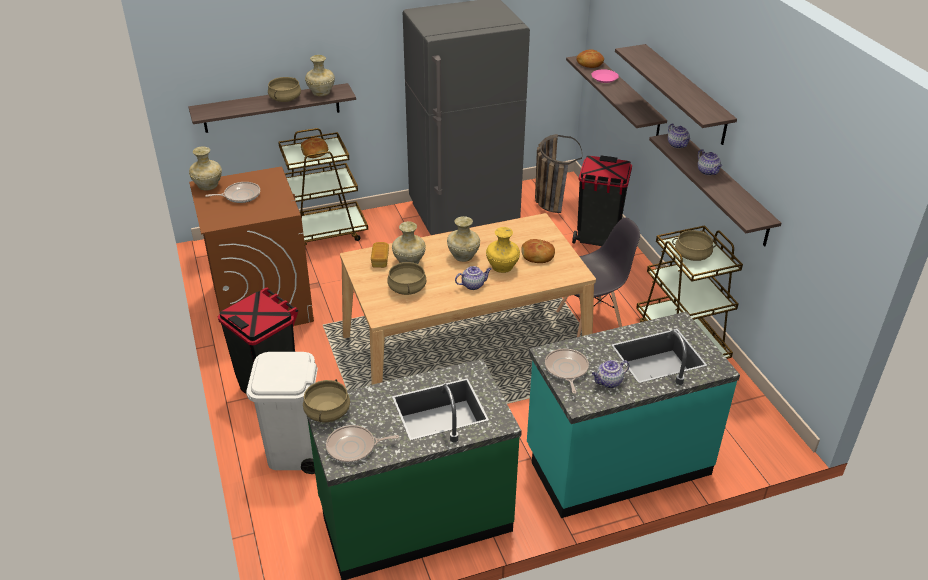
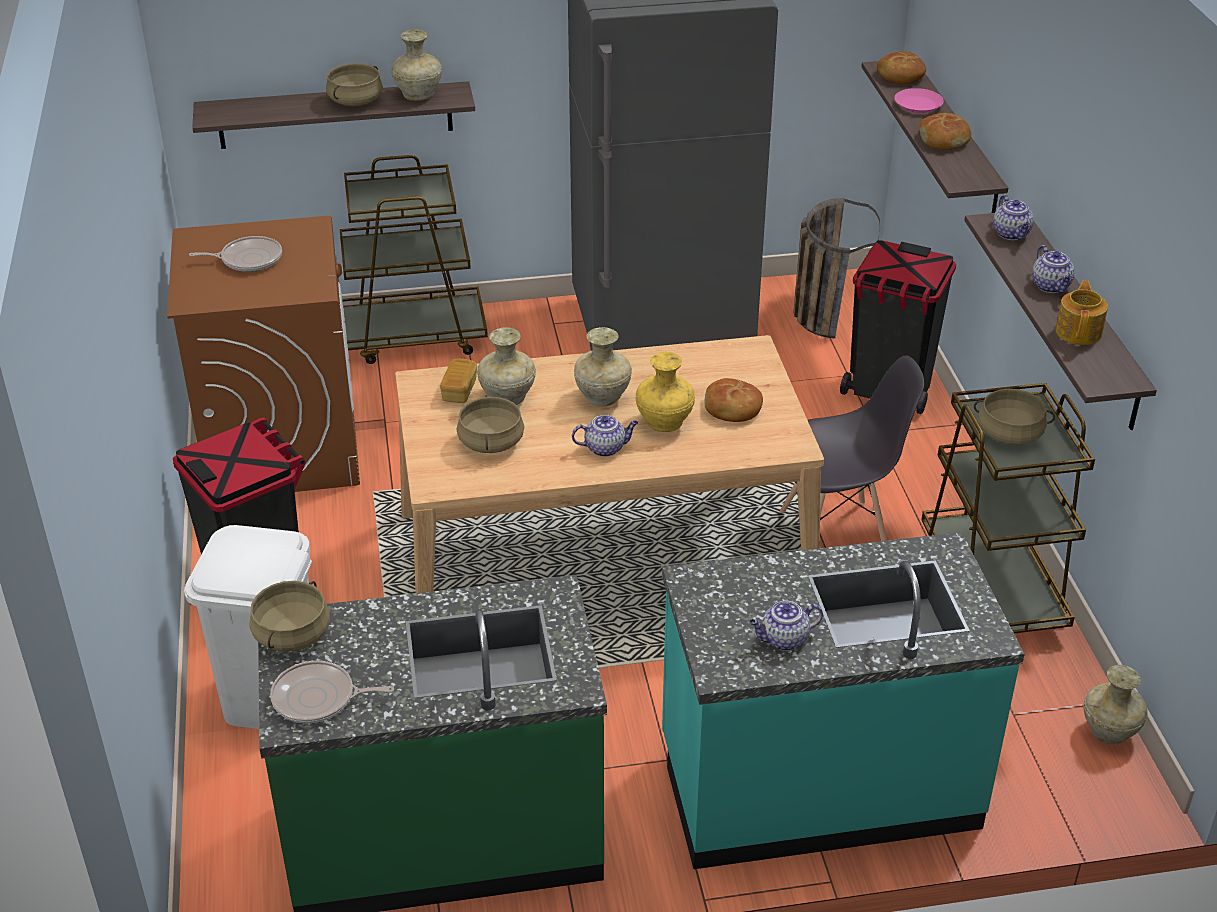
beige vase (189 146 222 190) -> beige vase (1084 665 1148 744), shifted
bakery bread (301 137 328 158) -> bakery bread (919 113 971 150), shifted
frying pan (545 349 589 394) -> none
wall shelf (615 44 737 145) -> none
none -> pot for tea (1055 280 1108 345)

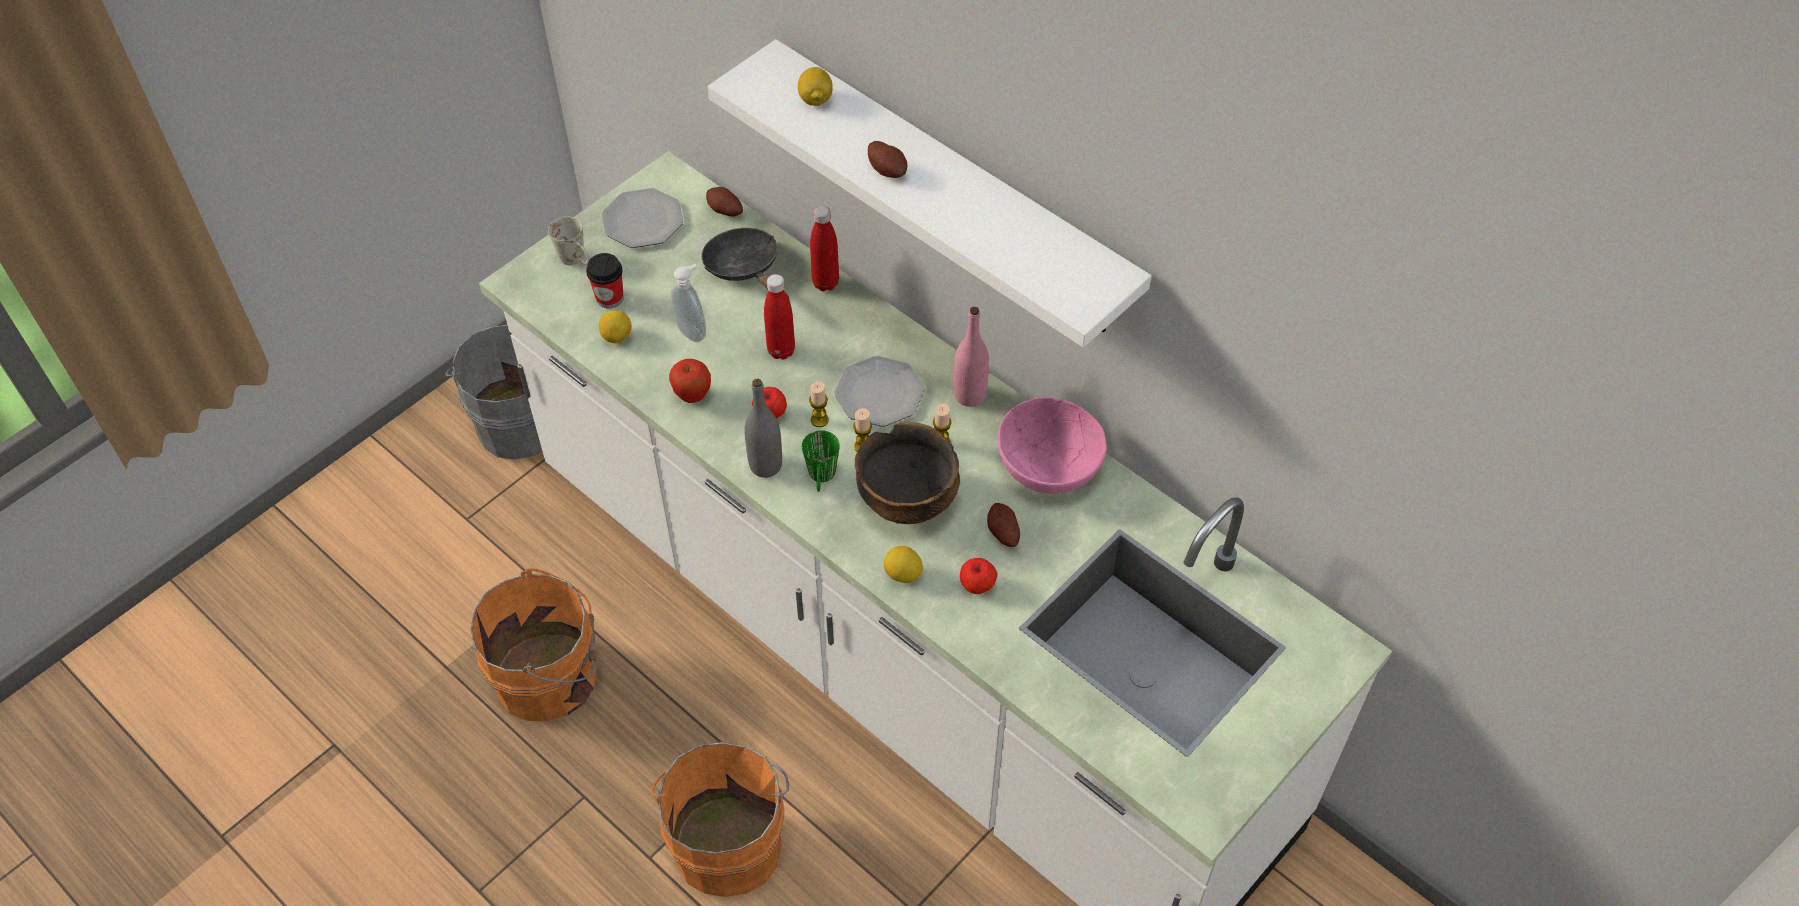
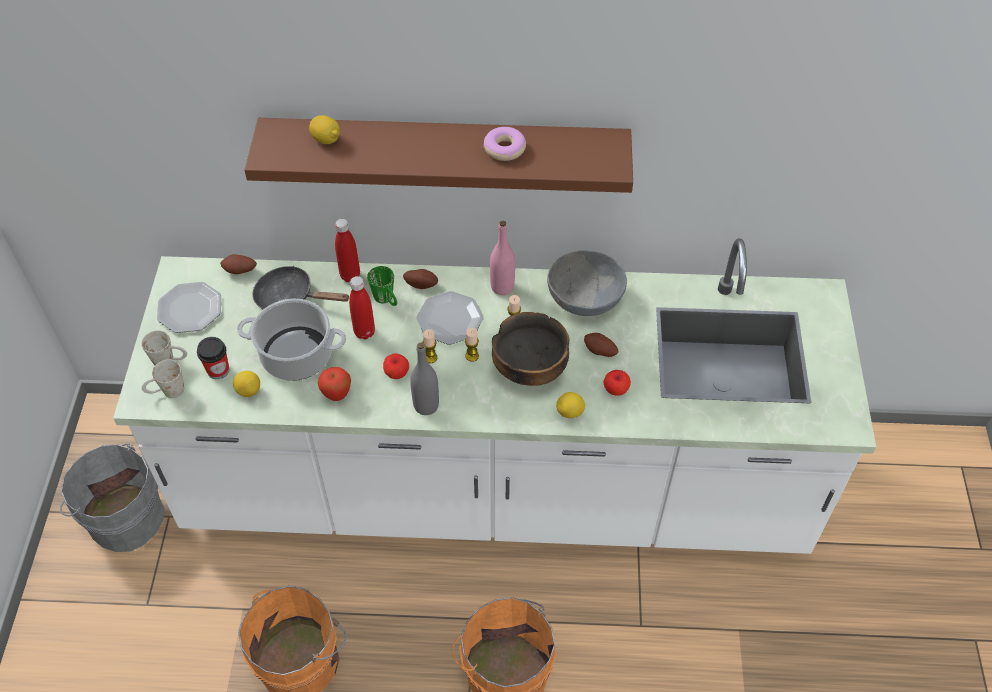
liquid soap bottle (671 264 706 342) -> saucepot (237 299 346 381)
whitish wall shelf (708 39 1152 348) -> brown-coloured wall shelf (245 118 633 193)
green-coloured coffee mug (802 430 840 492) -> green-coloured coffee mug (367 266 397 306), shifted
spud (868 141 907 178) -> spud (403 269 438 289), shifted
pinkish serving bowl (998 397 1107 494) -> grey serving bowl (547 250 627 316)
none -> whitish coffee mug (142 359 184 398)
none -> doughnut (484 127 526 161)

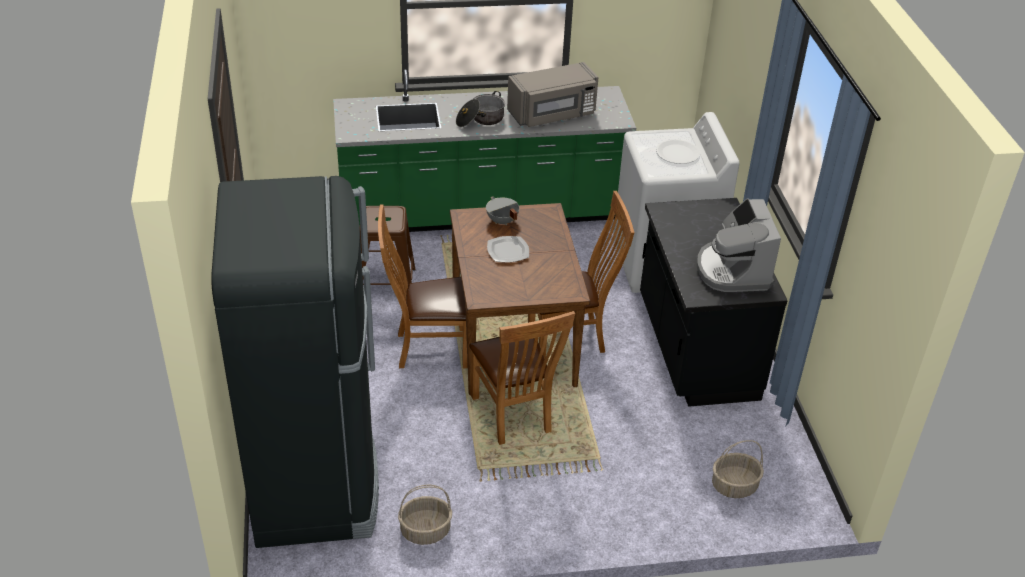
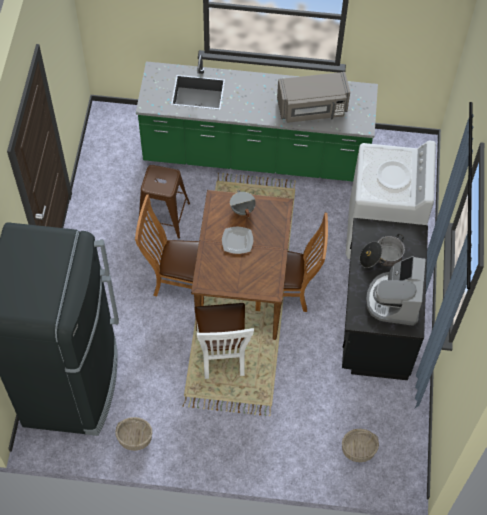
saucepot (456 91 505 127) -> saucepot (360 234 405 268), shifted
brown-coloured upright chair (469 311 575 445) -> whitish upright chair (194 303 254 379)

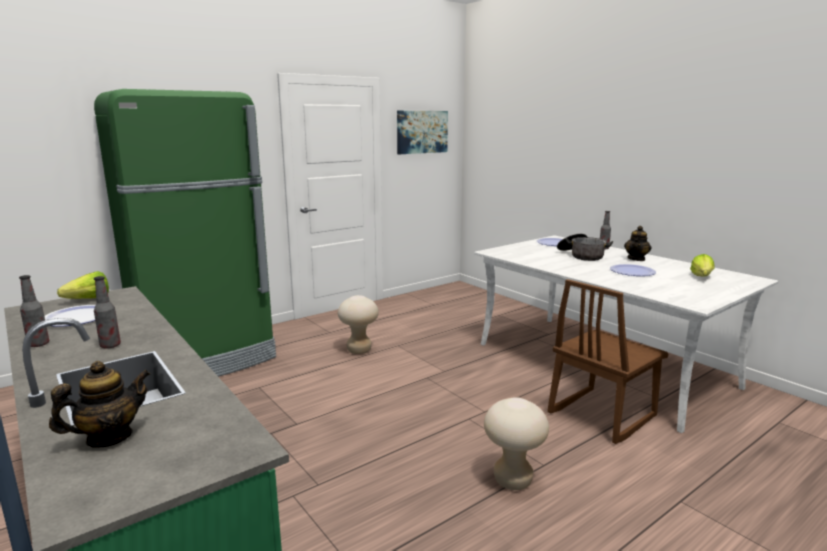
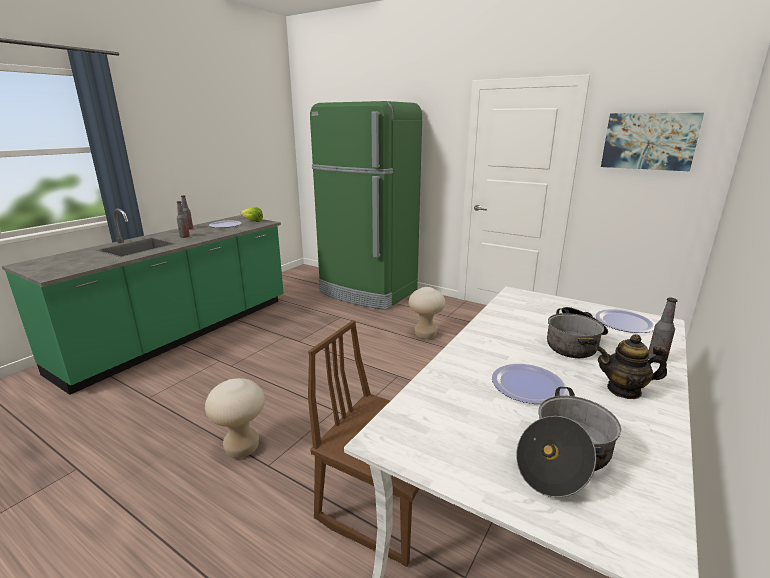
pot for tea (49 361 150 447) -> none
lettuce head (690 254 715 276) -> saucepot (516 387 621 498)

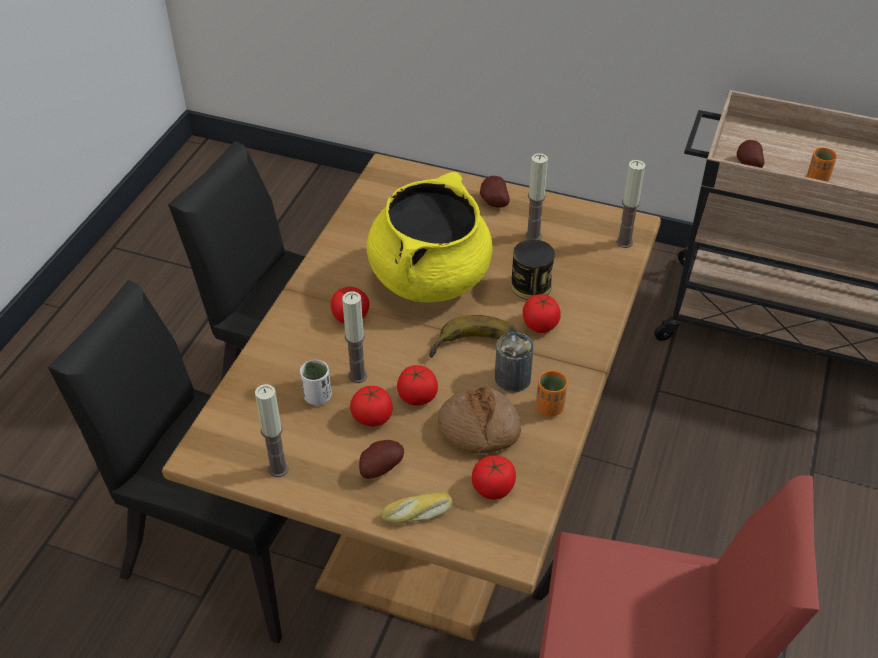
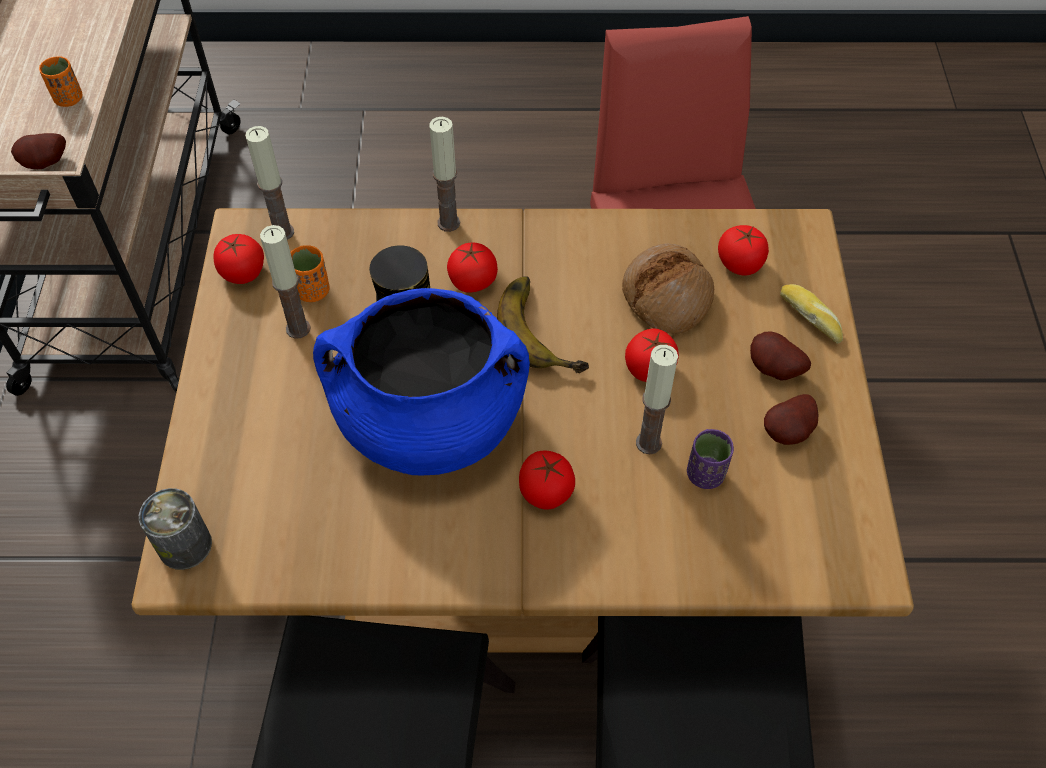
wax light (255 384 289 477) -> wax light (430 117 460 232), shifted
whitish small cup (300 360 332 405) -> purplish small cup (687 429 734 489)
whole tomato (350 386 393 426) -> whole tomato (213 234 264 284), shifted
yellowish saucepot (366 172 492 303) -> blue-coloured saucepot (313 288 530 475)
spud (480 176 510 208) -> spud (764 394 818 445), shifted
metal can (495 332 534 393) -> metal can (139 488 212 570), shifted
orangey small cup (536 370 568 417) -> orangey small cup (290 245 330 302), shifted

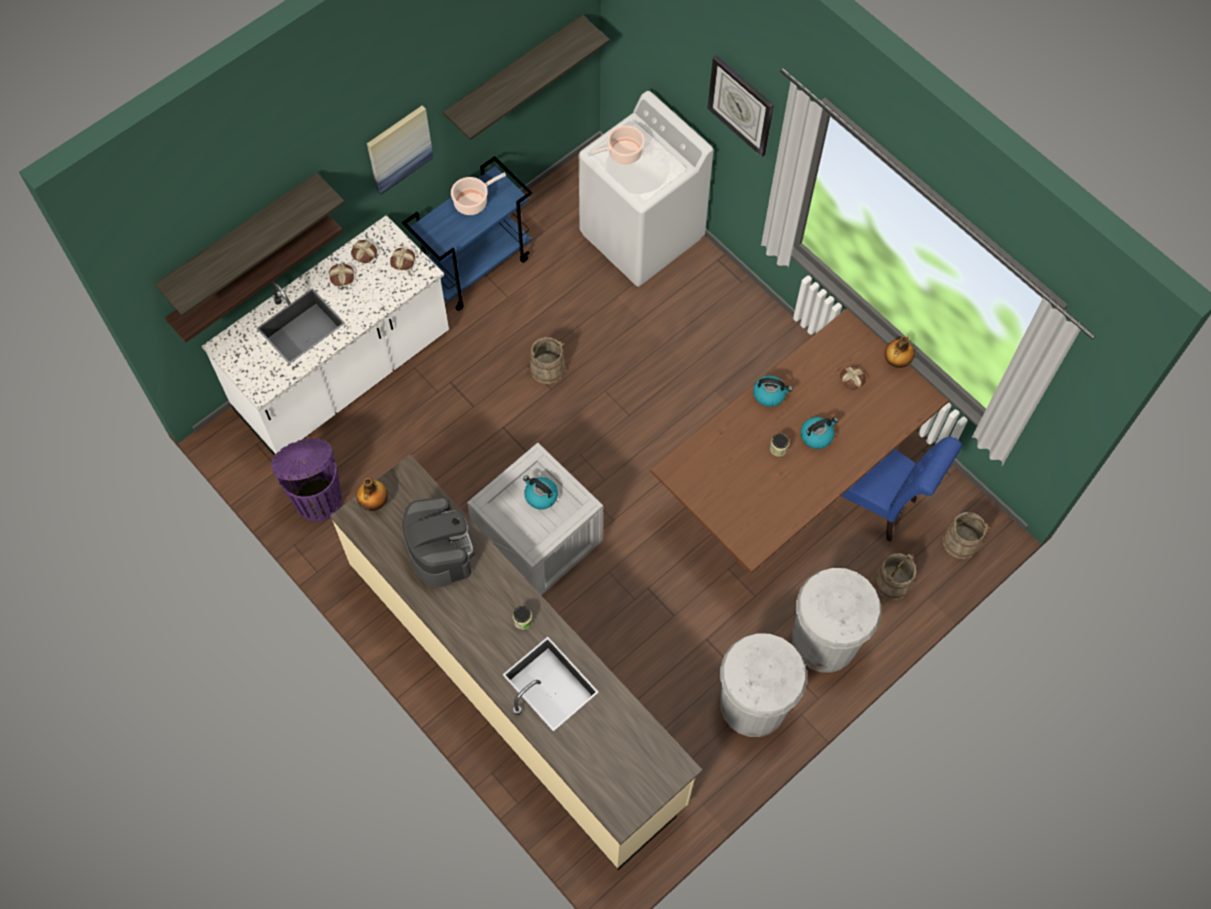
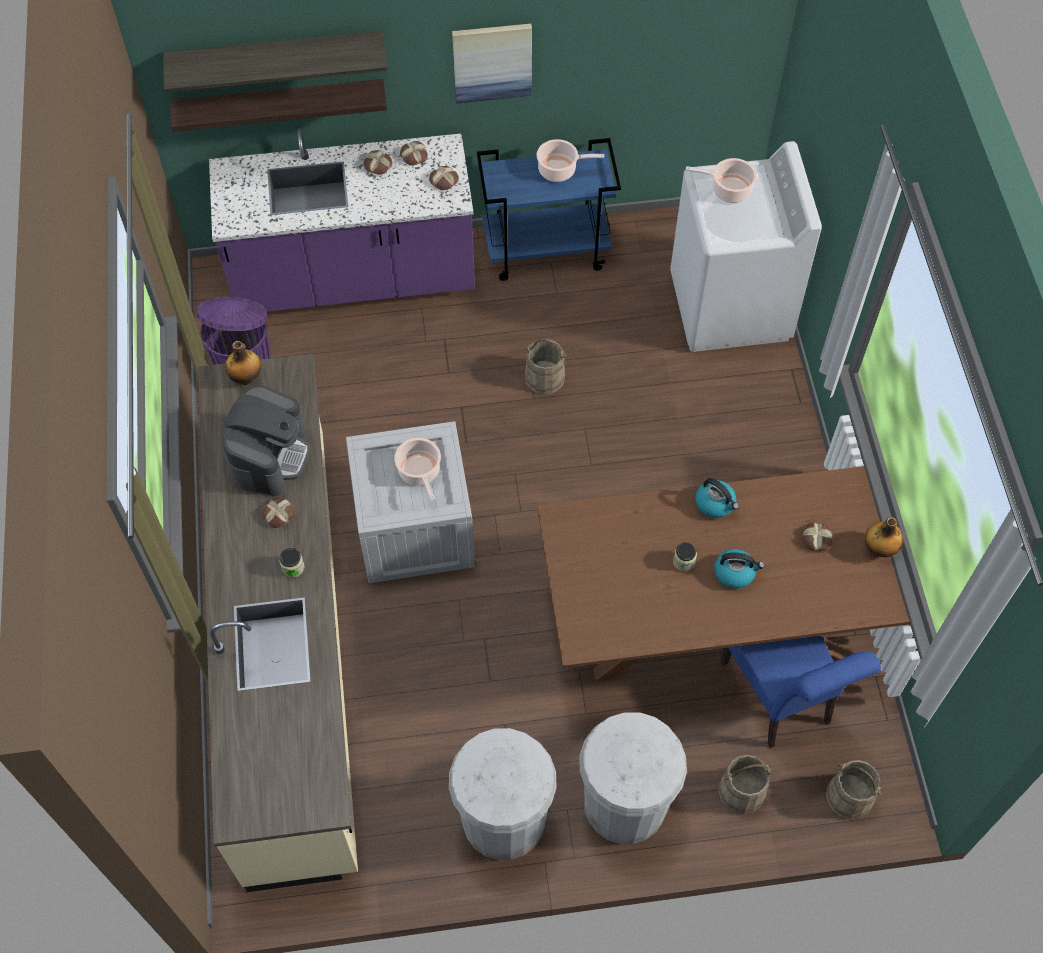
whitish kitchen base unit (202 215 449 455) -> purplish kitchen base unit (209 128 475 312)
wall shelf (443 15 610 140) -> none
kettle (523 475 558 509) -> saucepot (394 438 441 501)
wall clock (707 55 774 157) -> none
none -> bakery bread (262 497 296 528)

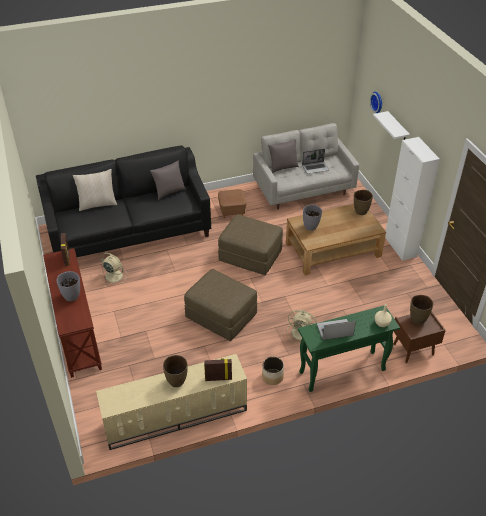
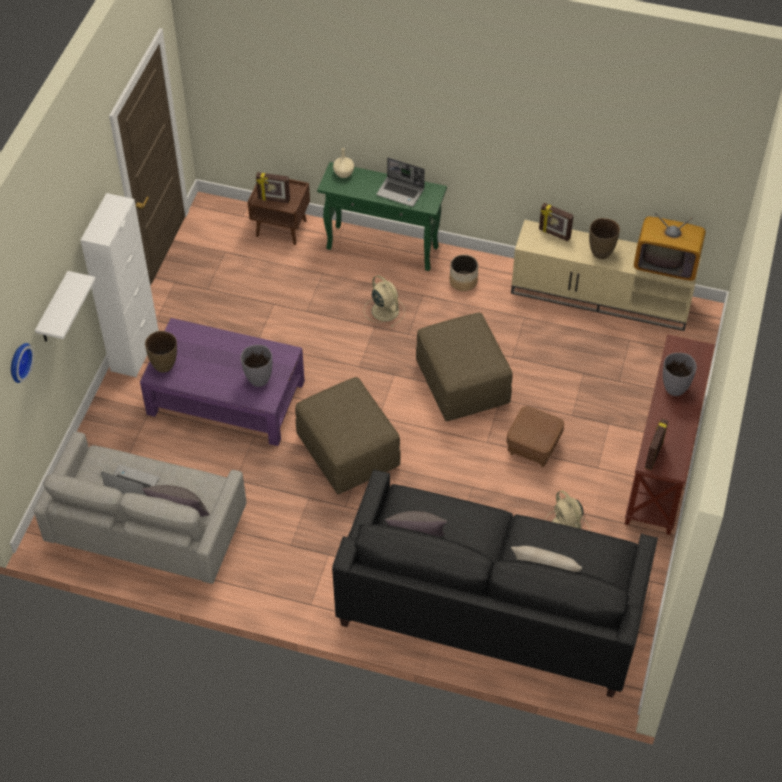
brown-coloured pouffe (218 189 246 218) -> brown-coloured pouffe (506 406 564 467), shifted
brown-coloured low table (286 204 386 275) -> purplish low table (140 318 305 446)
brown-coloured vase (410 295 433 324) -> standing frame (256 172 290 203)
none -> television (634 213 706 281)

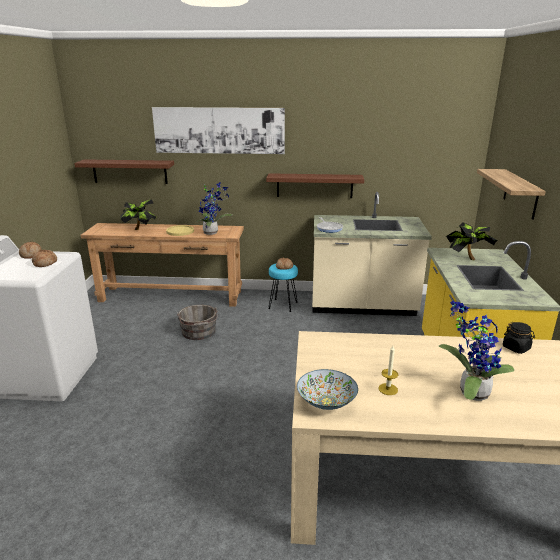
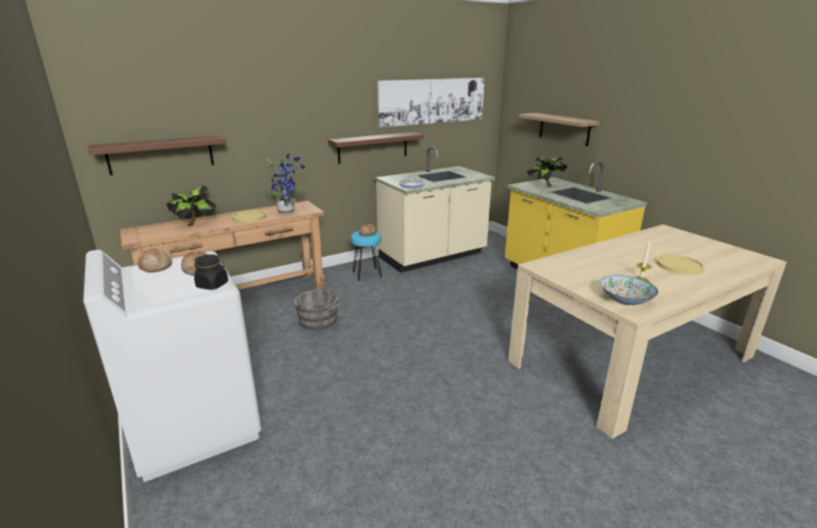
wall picture (152 107 285 154) -> wall picture (377 78 485 127), shifted
potted plant (439 300 514 401) -> yellowish plate (656 254 705 275)
black storage jar (503 322 535 354) -> black storage jar (194 254 228 290), shifted

